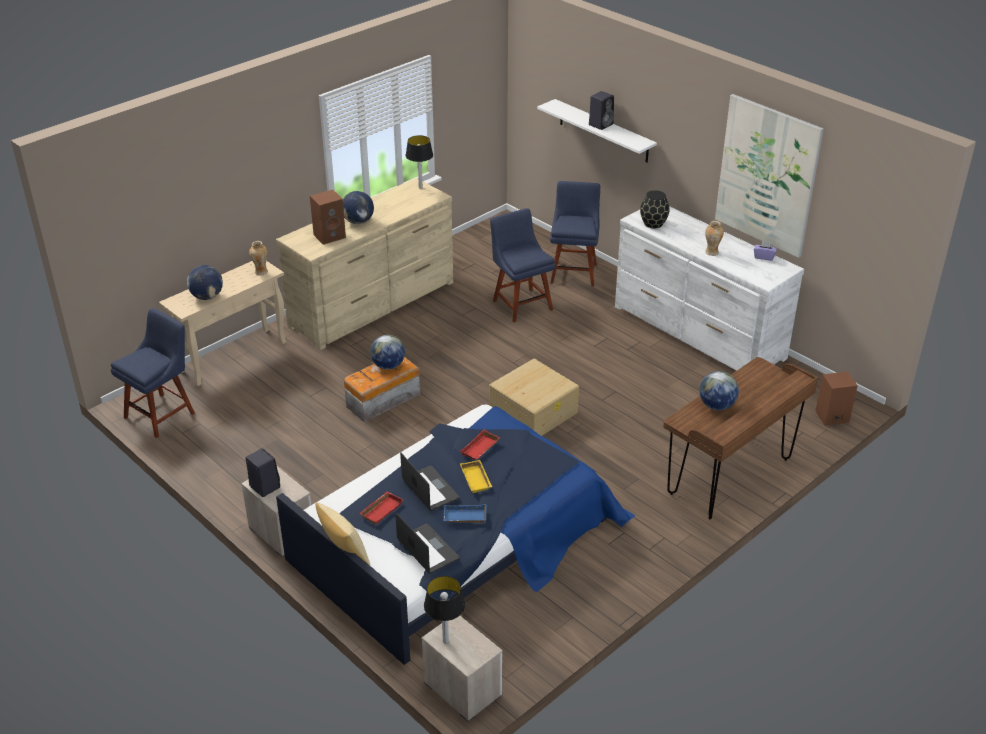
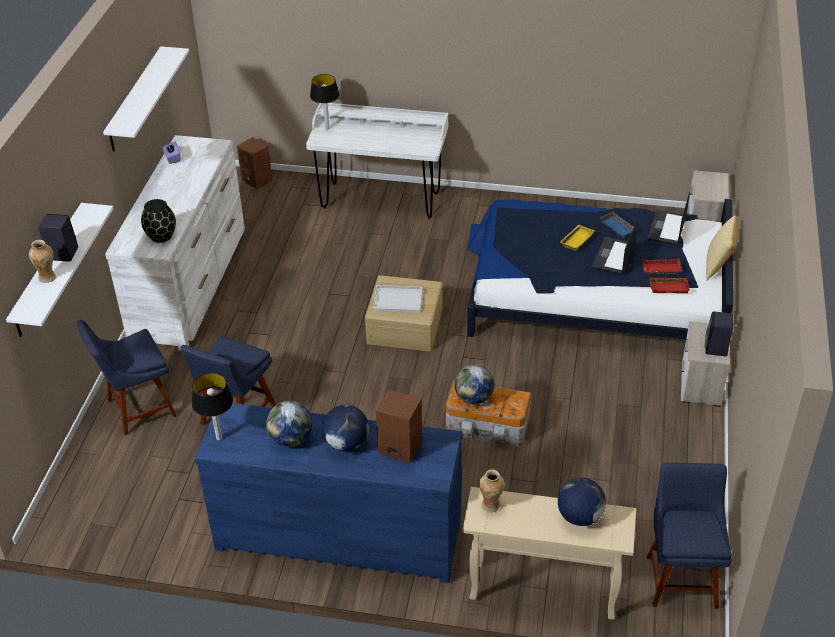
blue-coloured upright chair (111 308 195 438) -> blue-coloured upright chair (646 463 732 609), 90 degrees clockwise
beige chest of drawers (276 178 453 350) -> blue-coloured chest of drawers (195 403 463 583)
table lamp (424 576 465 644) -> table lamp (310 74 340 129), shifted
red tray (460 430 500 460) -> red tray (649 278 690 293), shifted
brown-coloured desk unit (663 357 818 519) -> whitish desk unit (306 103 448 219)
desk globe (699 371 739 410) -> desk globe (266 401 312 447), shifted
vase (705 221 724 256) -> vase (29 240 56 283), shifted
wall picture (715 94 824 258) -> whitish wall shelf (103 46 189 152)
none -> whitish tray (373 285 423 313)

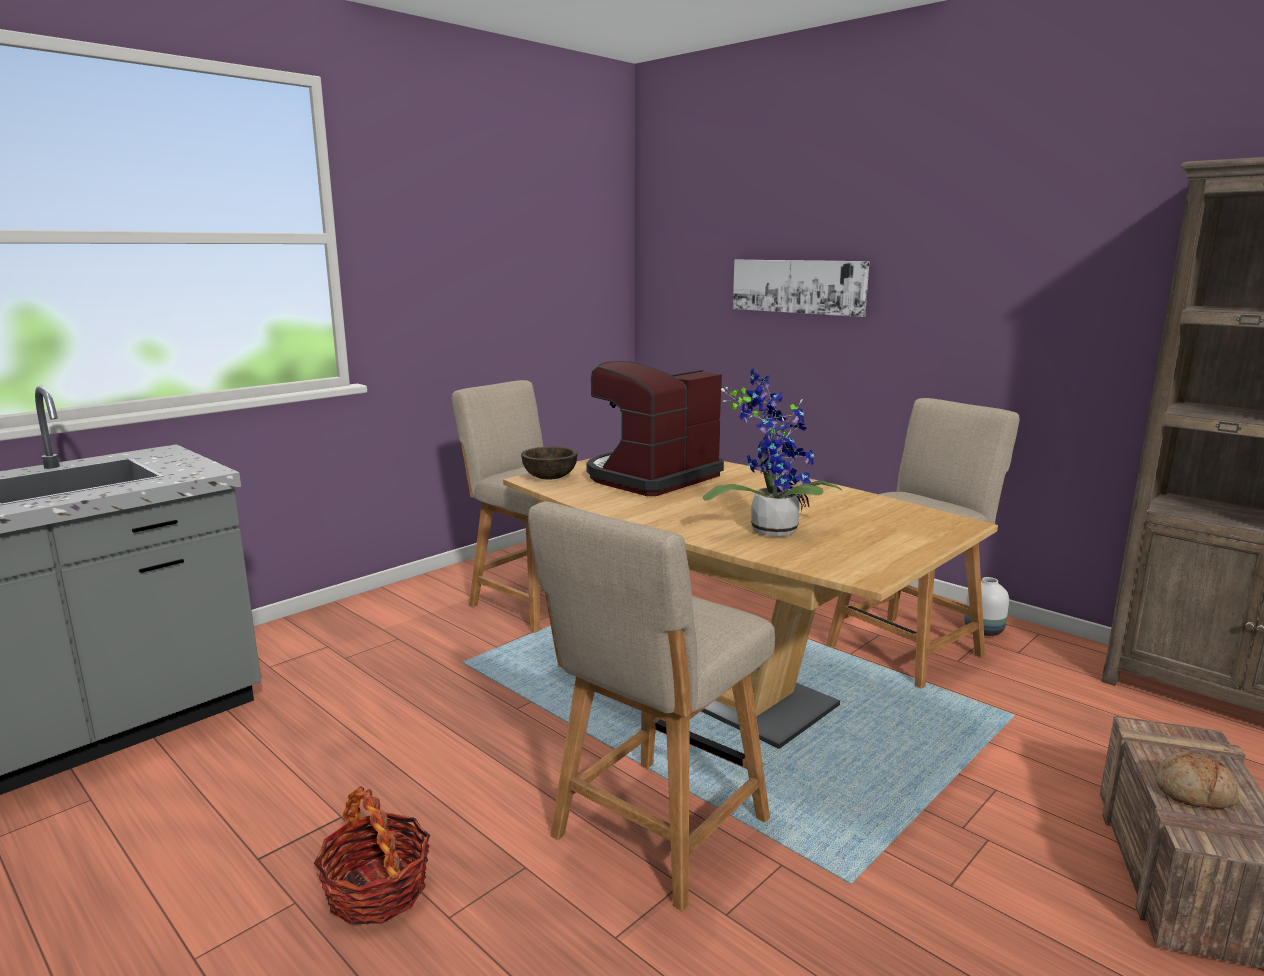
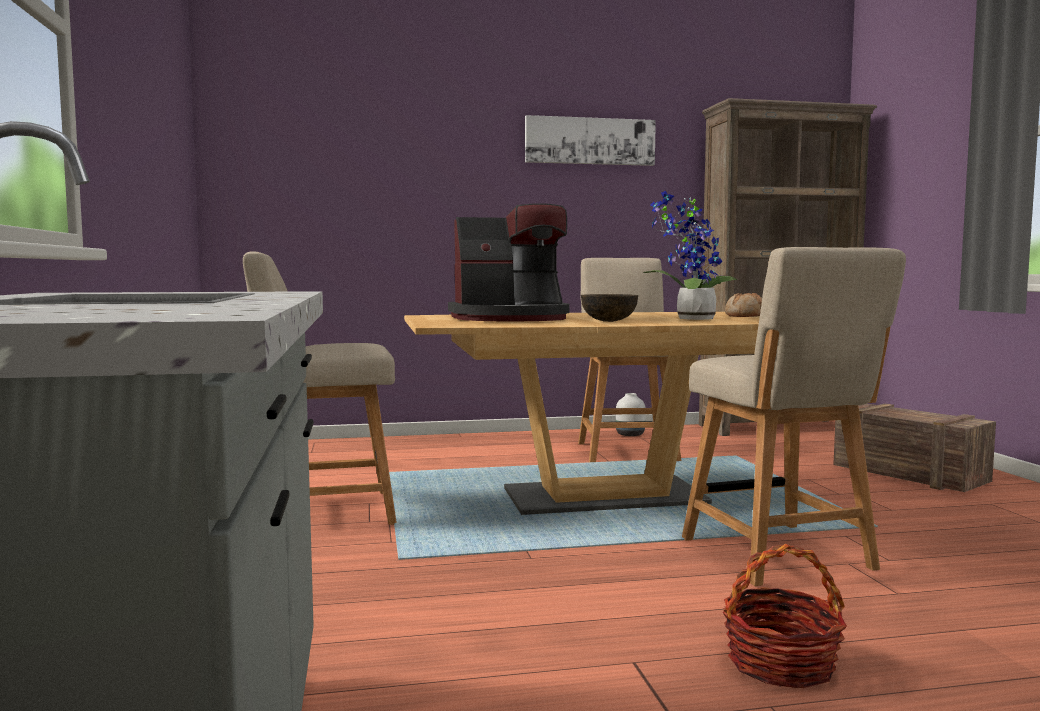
brown-coloured serving bowl (521 447 578 479) -> brown-coloured serving bowl (581 294 638 322), shifted
coffee machine (586 361 724 496) -> coffee machine (448 203 569 321), 90 degrees counterclockwise
wall picture (733 260 870 317) -> wall picture (525 115 656 166), shifted
bakery bread (1156 750 1239 809) -> bakery bread (725 293 762 317), shifted

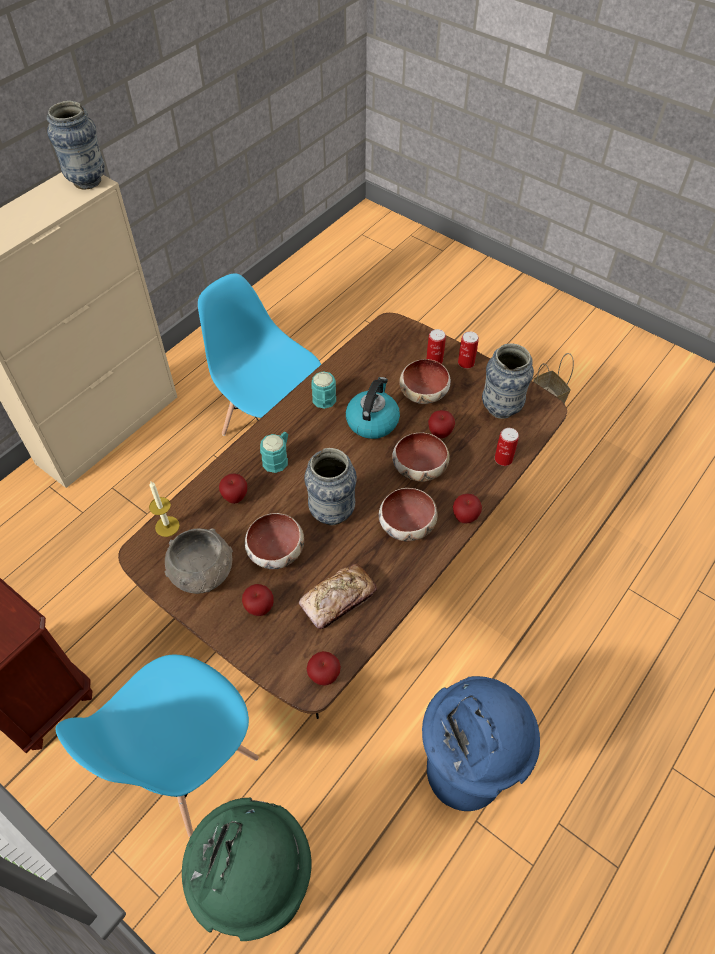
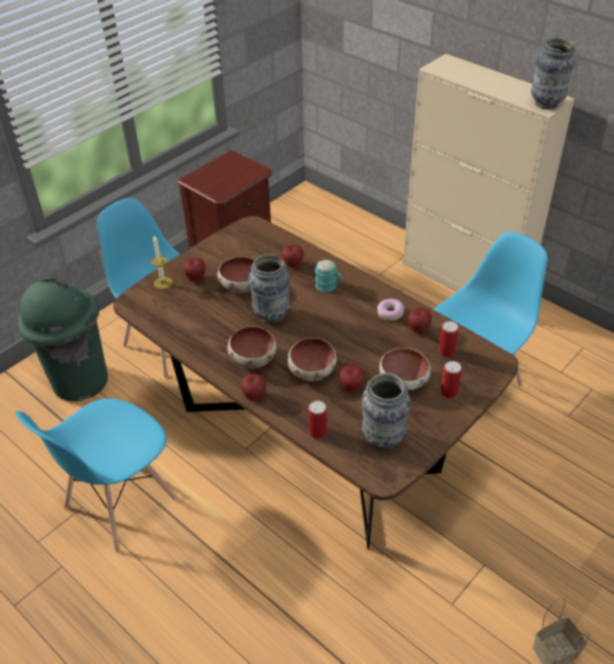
wax light (149 481 180 537) -> wax light (151 235 172 289), shifted
grey serving bowl (165 528 233 594) -> none
bakery bread (299 564 377 629) -> none
apple fruit (306 651 341 686) -> apple fruit (408 307 432 333), shifted
turquoise-coloured coffee mug (312 371 336 409) -> doughnut (377 299 404 321)
kettle (346 377 400 439) -> none
blue-coloured rubbish bin (422 676 540 811) -> blue-coloured upright chair (15 398 177 553)
metal can (458 331 479 369) -> metal can (439 321 459 357), shifted

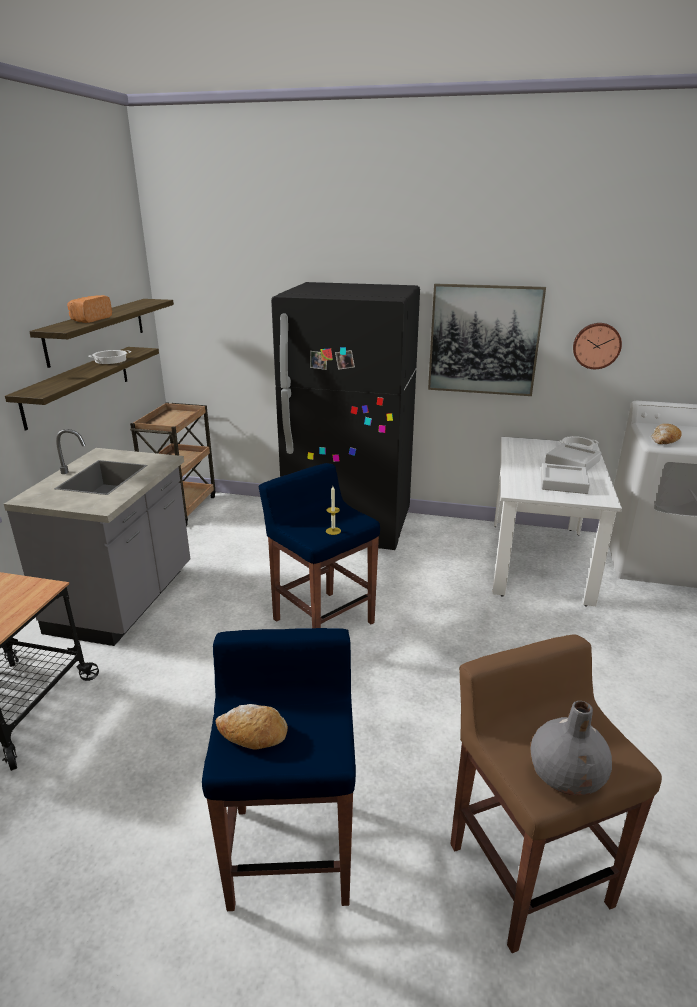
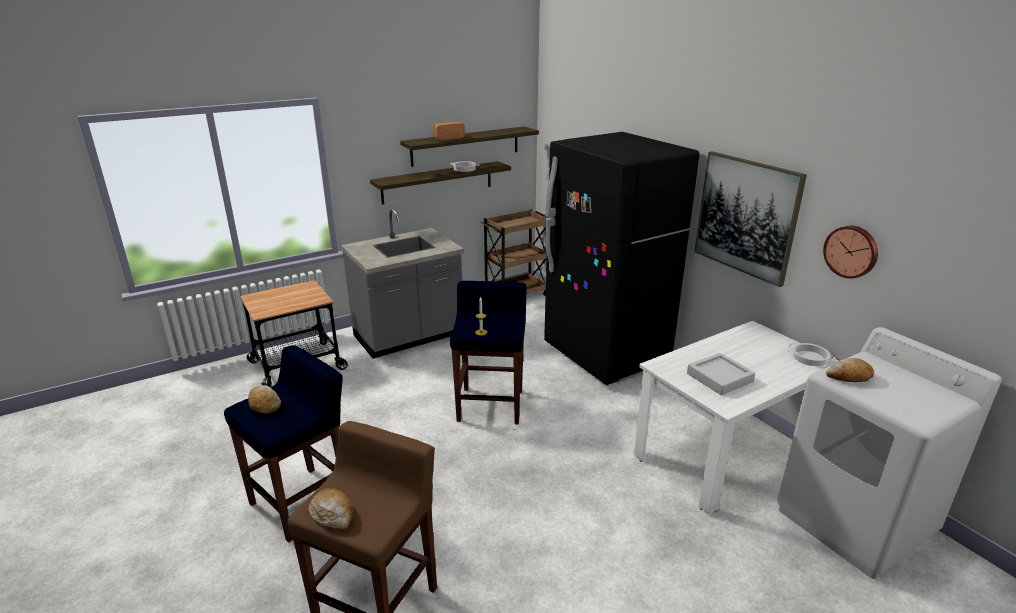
grey vase (531 701 612 795) -> bakery bread (309 488 353 529)
grey tray (545 443 601 471) -> none

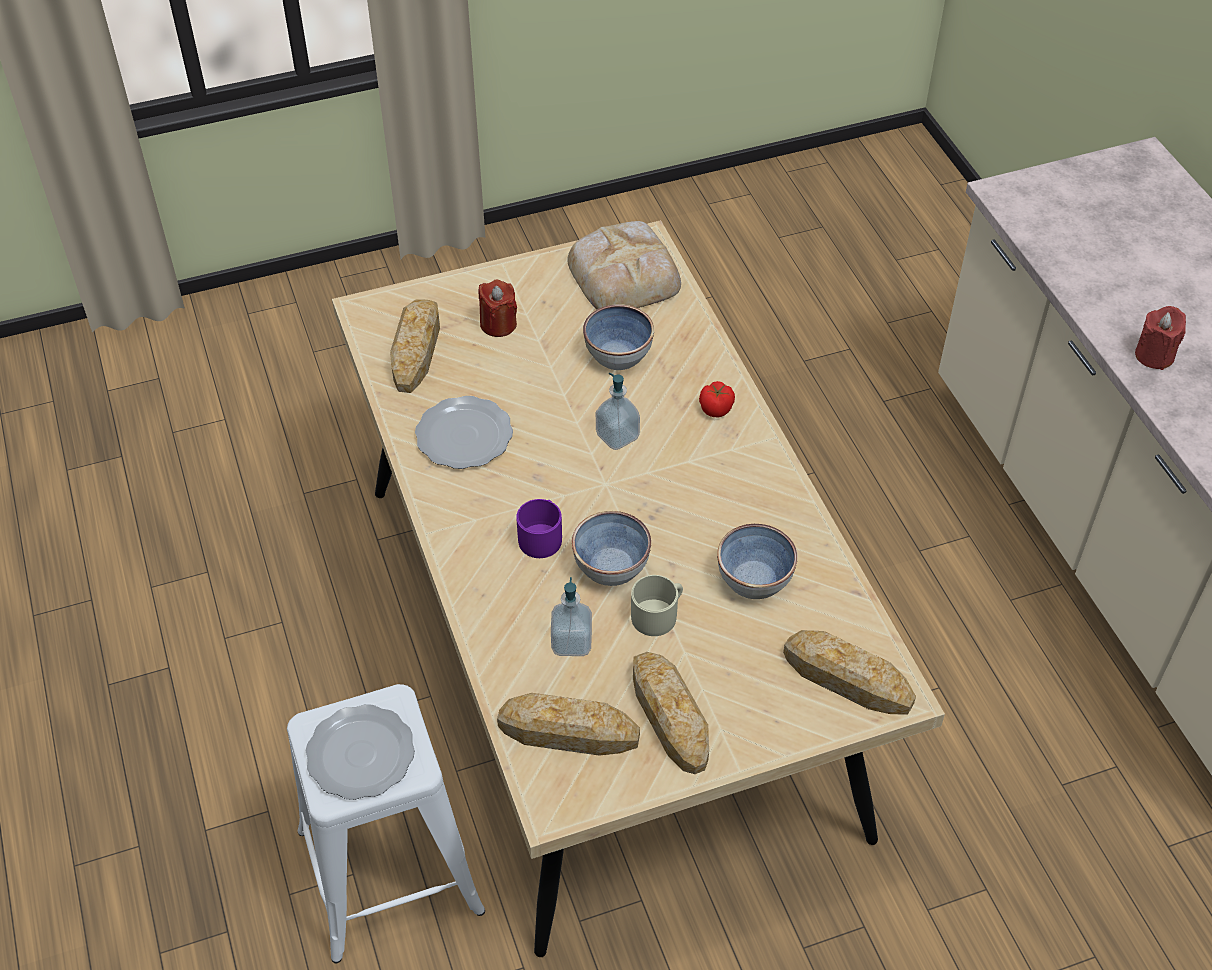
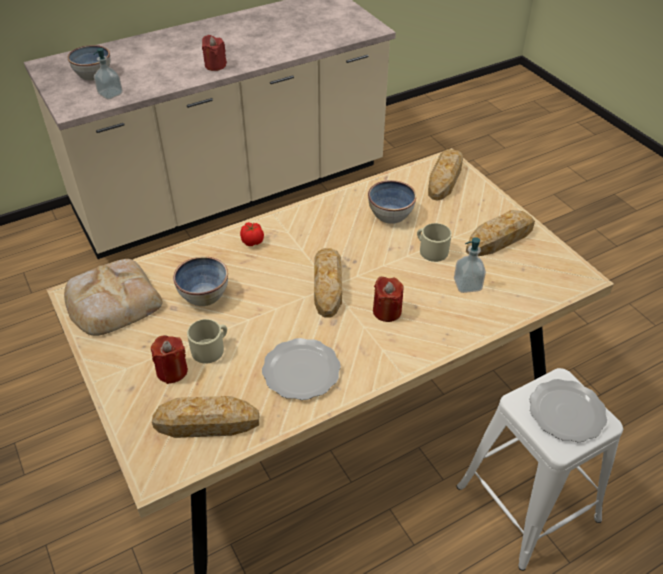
bakery bread (497 693 640 756) -> bakery bread (314 248 342 318), shifted
purplish coffee mug (516 499 562 558) -> red wax light (373 277 404 322)
serving bowl (572 511 651 586) -> serving bowl (67 45 111 81), shifted
liquid soap bottle (596 373 640 450) -> liquid soap bottle (93 48 123 100), shifted
none -> beige coffee mug (187 319 227 364)

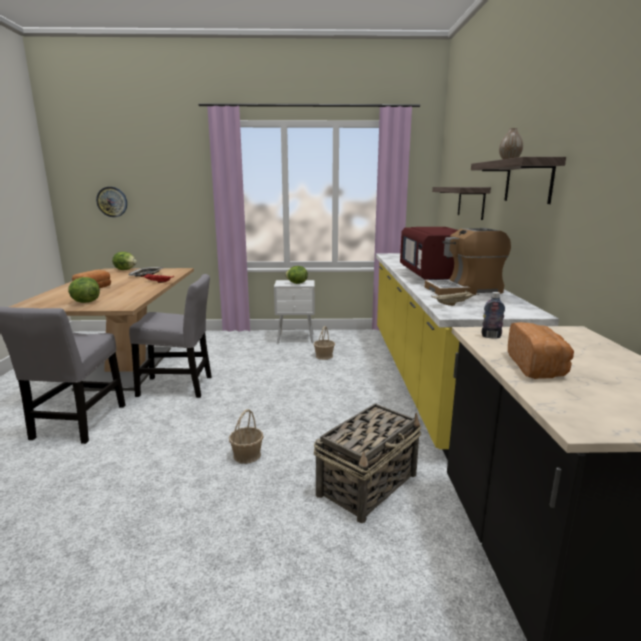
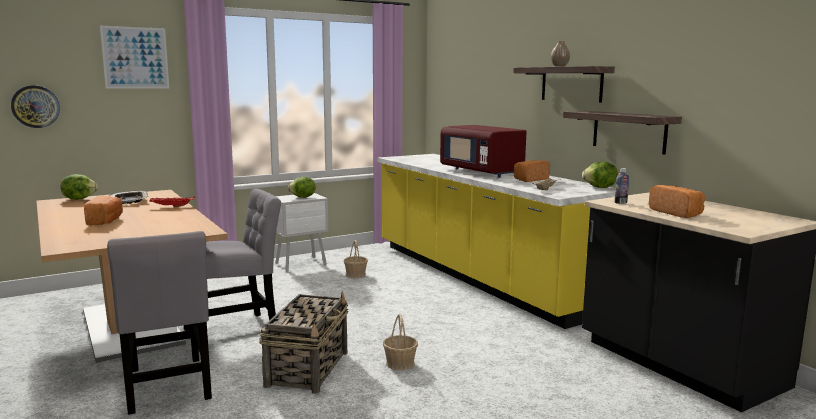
lettuce head (68 277 100 303) -> lettuce head (582 161 618 188), shifted
basket (314 403 422 523) -> basket (259 291 348 394), shifted
coffee machine (425 228 511 295) -> bakery bread (514 160 550 182)
wall shelf (432 187 491 220) -> wall shelf (563 111 682 155), shifted
none -> wall picture (100 26 169 89)

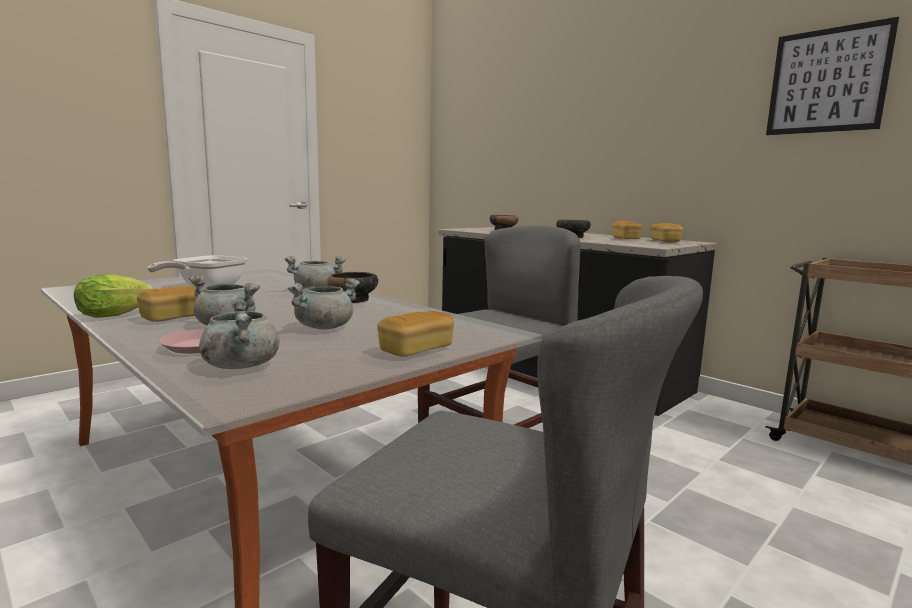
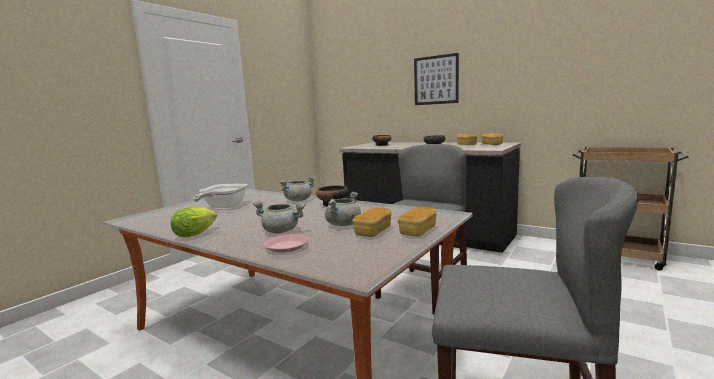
bakery bread (137 286 197 322) -> bakery bread (352 208 391 237), shifted
grey saucepot (199 298 280 369) -> none
wall picture (766 17 899 135) -> wall picture (414 53 459 105), shifted

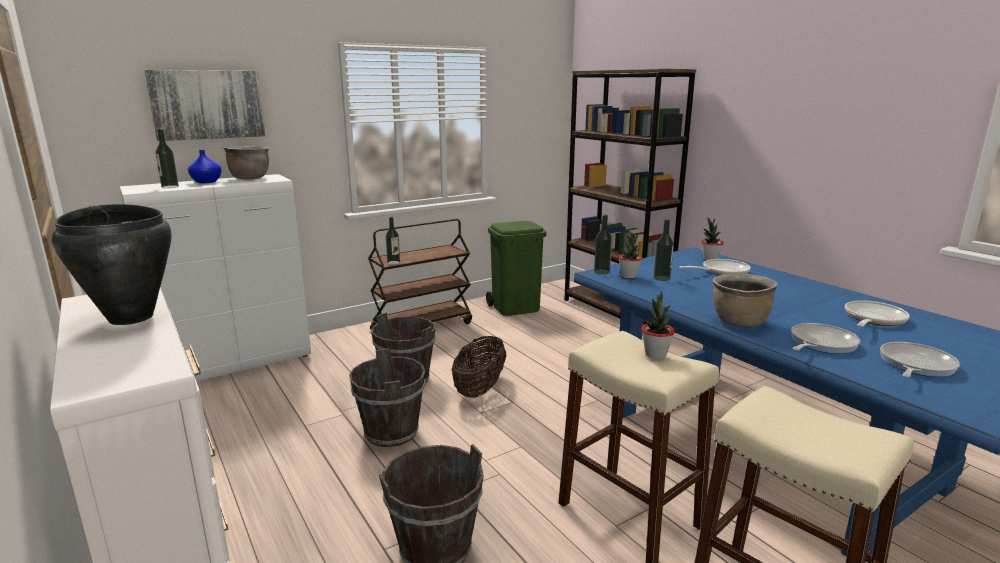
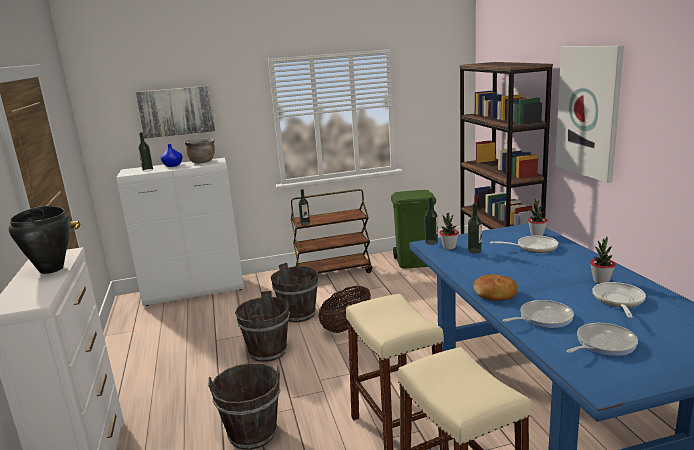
potted plant (641 291 675 359) -> potted plant (590 237 616 284), shifted
brown-coloured saucepot (713 273 778 327) -> bakery bread (473 275 518 301)
frying pan (845 300 910 327) -> frying pan (592 282 646 318), 45 degrees counterclockwise
none -> wall picture (555 45 624 183)

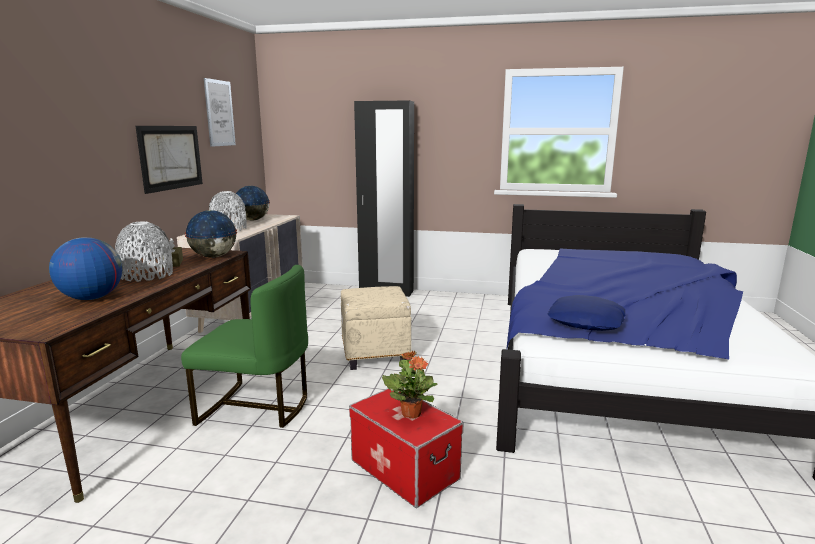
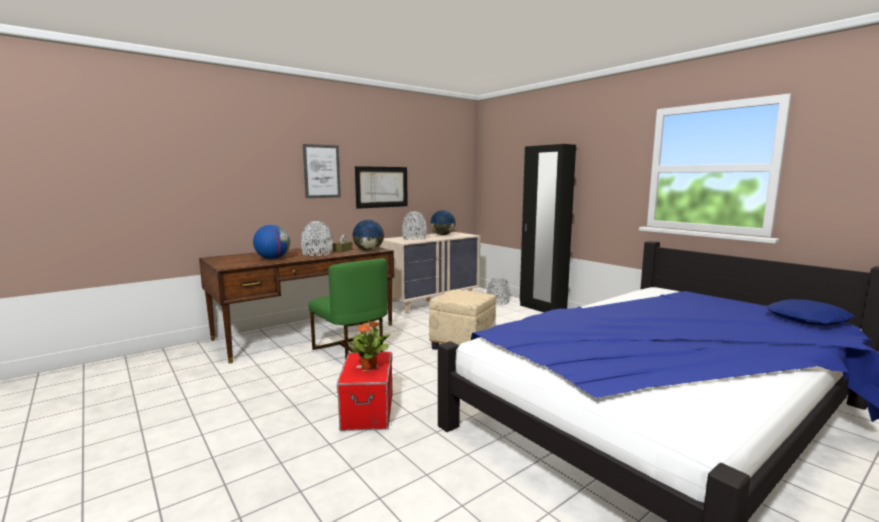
wall picture (204 78 236 147) -> wall picture (303 144 341 198), shifted
blue-coloured pillow (547 295 626 331) -> blue-coloured pillow (766 299 855 326), shifted
none -> grey vase (486 277 510 305)

